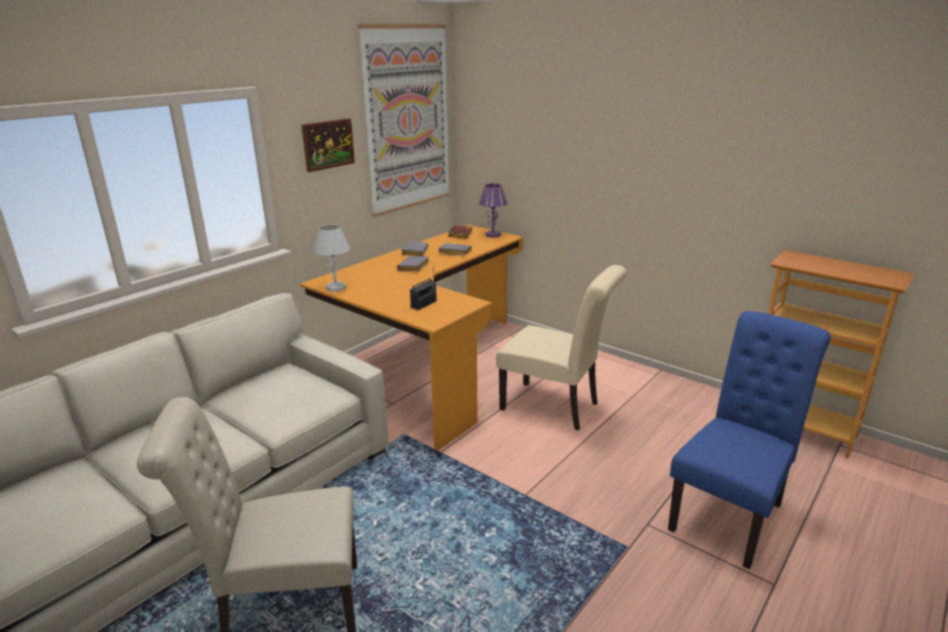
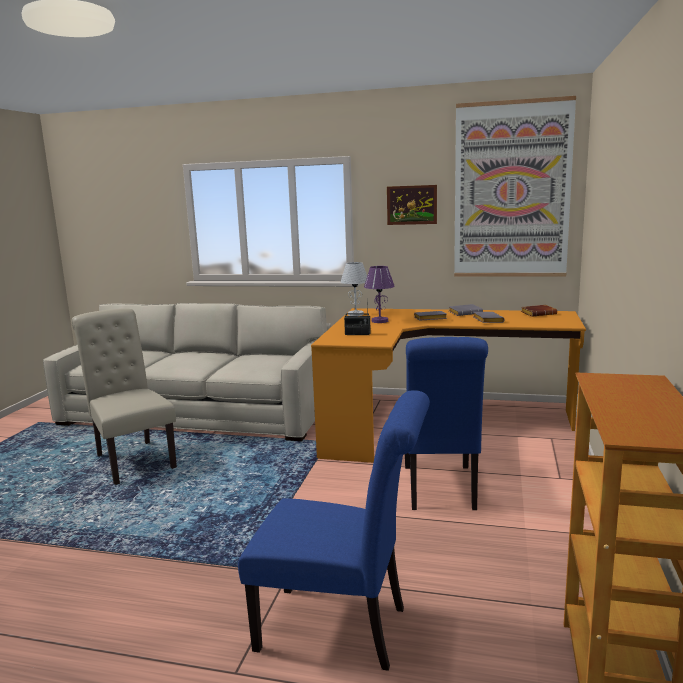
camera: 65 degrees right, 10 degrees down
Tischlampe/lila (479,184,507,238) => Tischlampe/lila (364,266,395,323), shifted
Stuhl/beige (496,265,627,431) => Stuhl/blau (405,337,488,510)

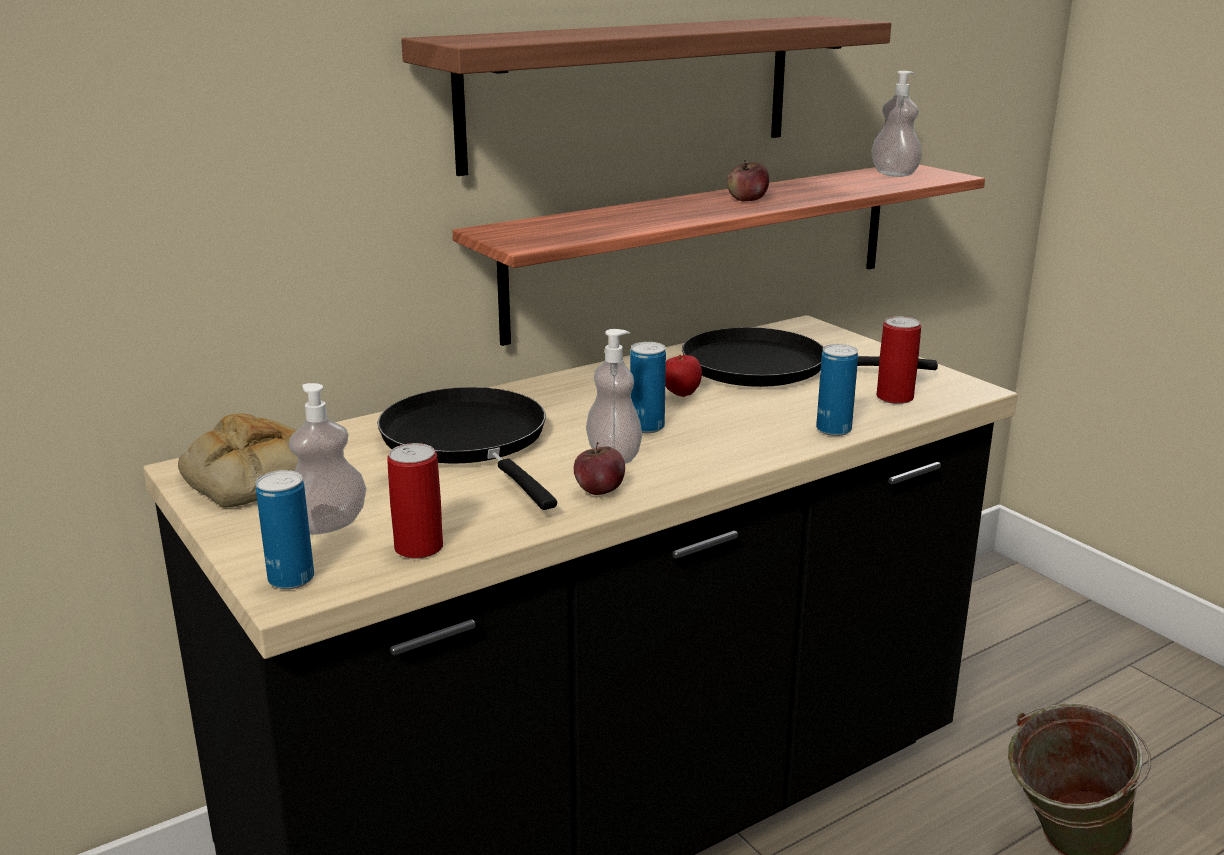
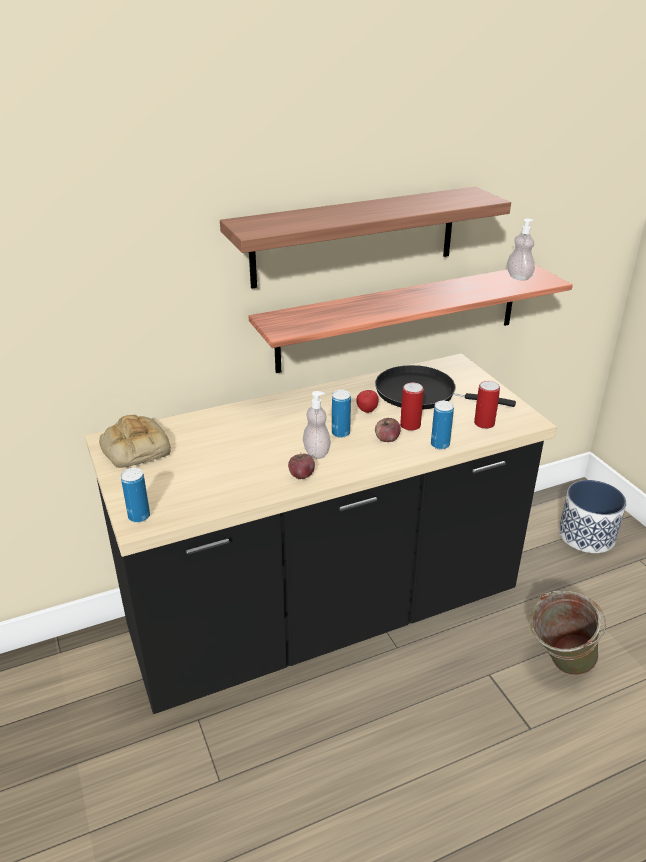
camera: 10 degrees right, 10 degrees up
Seifenspender (289,383,367,535) => nothing
Pfanne/schwarz (377,387,557,510) => nothing
Dose (387,443,443,559) => Dose (400,382,424,431), shifted
Apfel (727,160,769,201) => Apfel (375,418,401,442), shifted
nothing => Pflanzkübel (559,480,626,553)

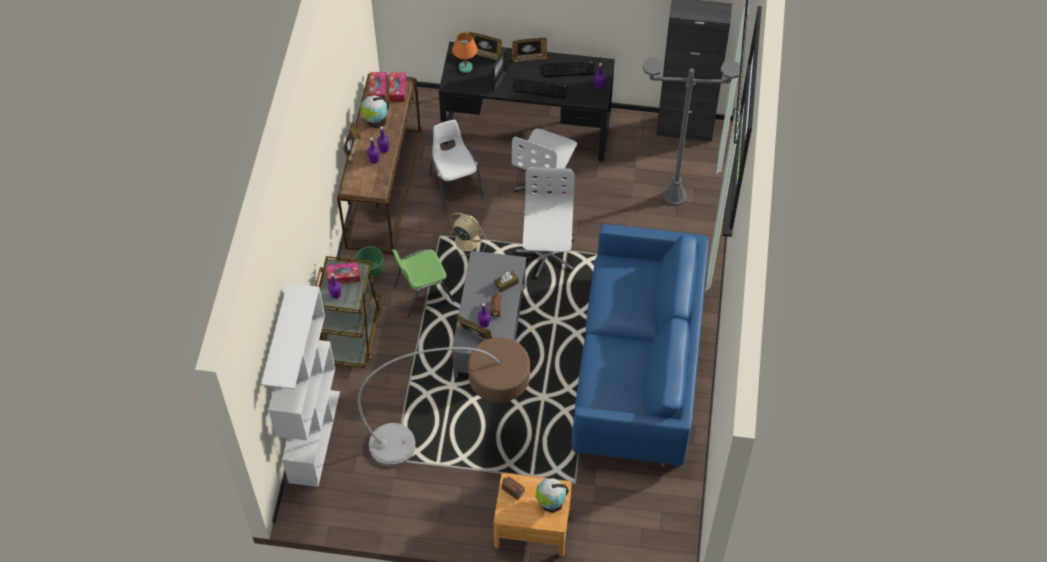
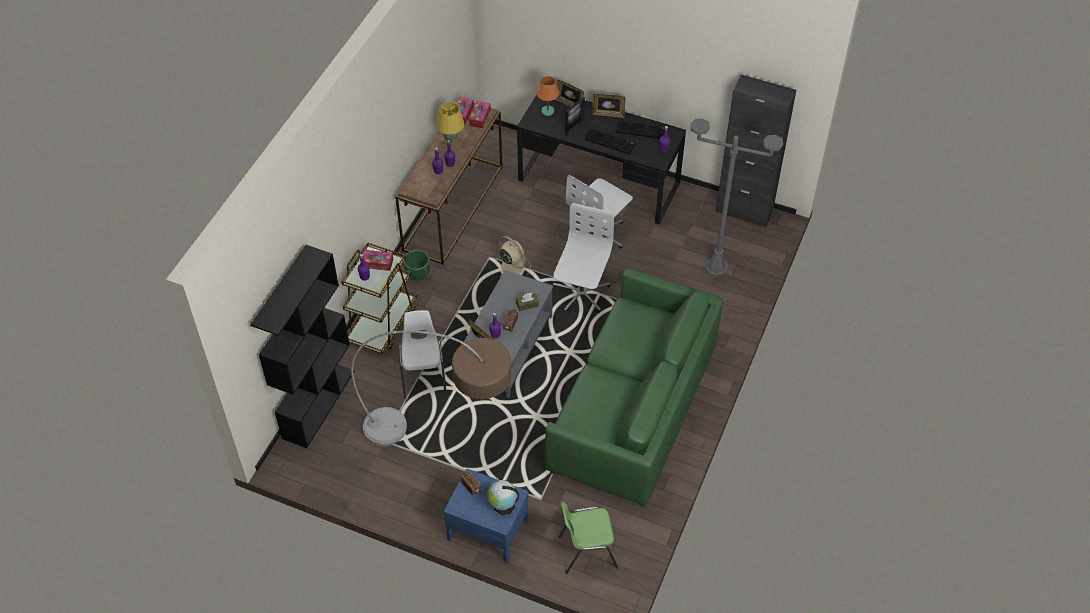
camera: 15 degrees right, 5 degrees down
Bücherregal/weiß (261,283,340,487) => Bücherregal/schwarz (250,245,355,448)
Bilderrahmen (343,122,362,165) => nothing
Globus (360,95,389,129) => Tischlampe/gelb (436,102,464,142)
Stuhl/grün (392,249,455,318) => Stuhl/grün (559,502,618,574), shifted
Stuhl/weiß (429,120,483,210) => Stuhl/weiß (399,310,446,398), shifted
Nachttisch/braun (494,473,572,557) => Nachttisch/blau (444,469,529,563)
Sofa/blau (572,224,708,466) => Sofa/grün (545,268,723,507)

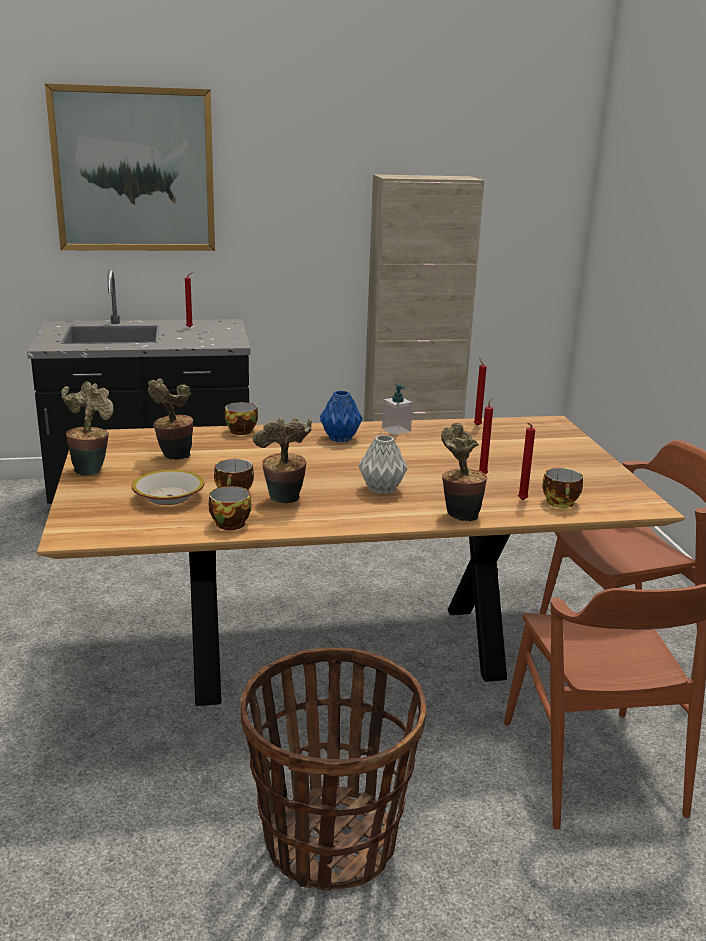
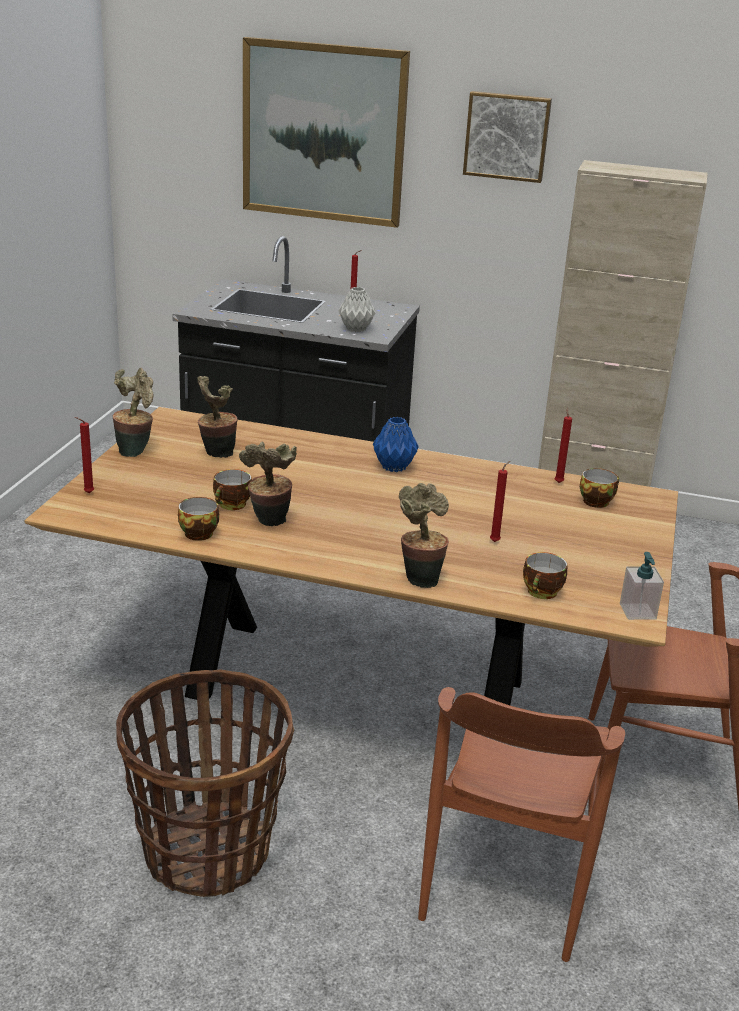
camera: 25 degrees right, 5 degrees up
Schüssel (132,470,205,505) => nothing
Tasse (225,402,258,435) => Tasse (580,468,619,508), shifted
Vase/grau (359,435,408,494) => Vase/grau (338,287,375,332), shifted
Seifenspender (382,383,413,435) => Seifenspender (620,552,664,620), shifted
Kerze/rot (518,423,535,500) => Kerze/rot (75,417,94,493), shifted
nothing => Bild (463,91,552,183)

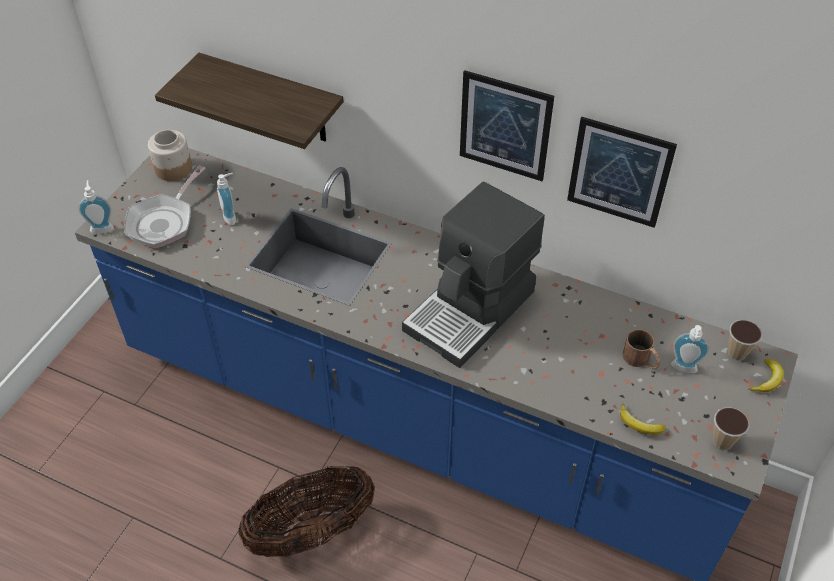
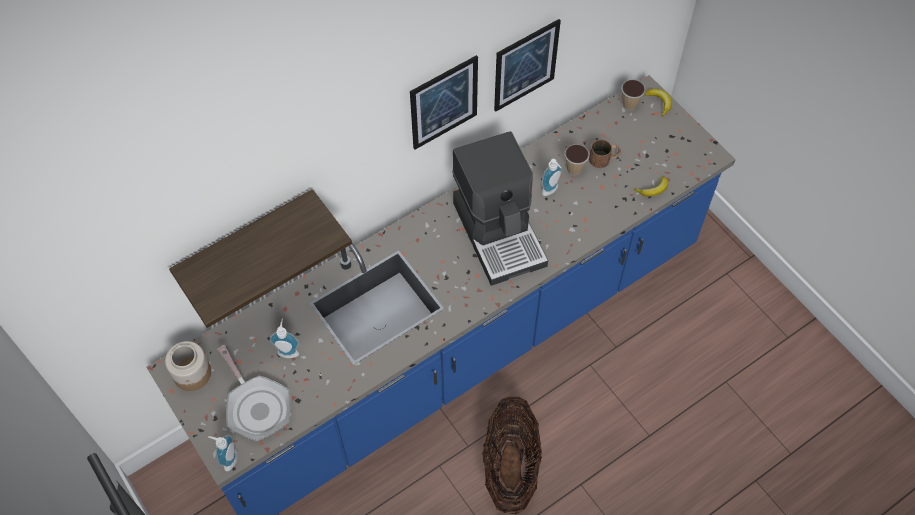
camera: 60 degrees left, 10 degrees up
Seifenspender (671,325,709,373) => Seifenspender (542,159,562,196), shifted
Tasse (713,407,750,450) => Tasse (565,144,589,176), shifted

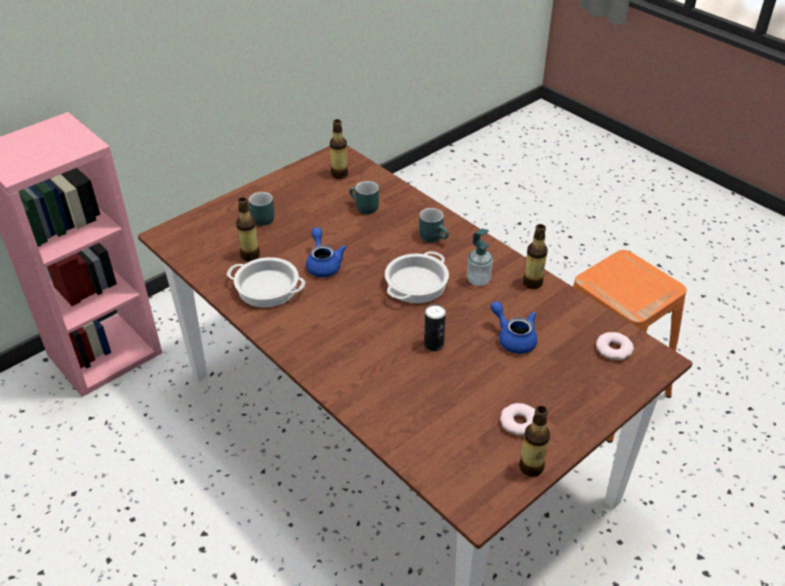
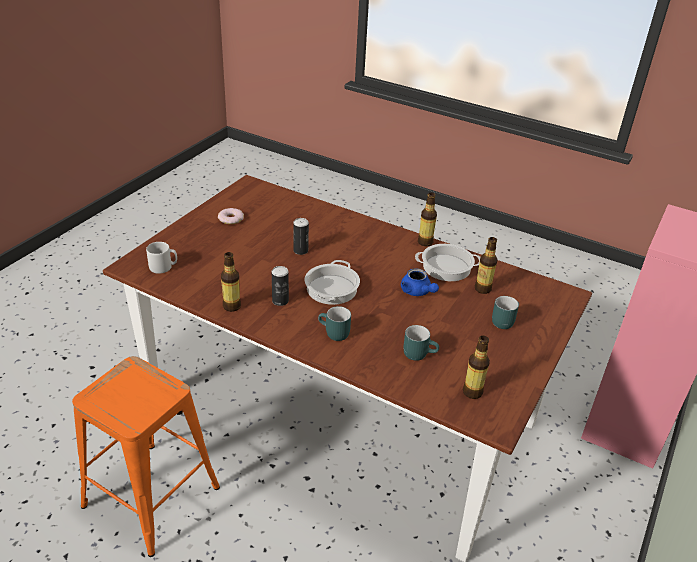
camera: 160 degrees right, 5 degrees down
Seifenspender (467,229,493,286) => Dose (272,266,289,306)
Teekanne/blau (490,301,538,354) => nothing
Flasche (519,406,550,477) => Flasche (418,193,437,246), shifted
Donut (596,332,634,360) => Henkelbecher/grau (146,242,177,274)

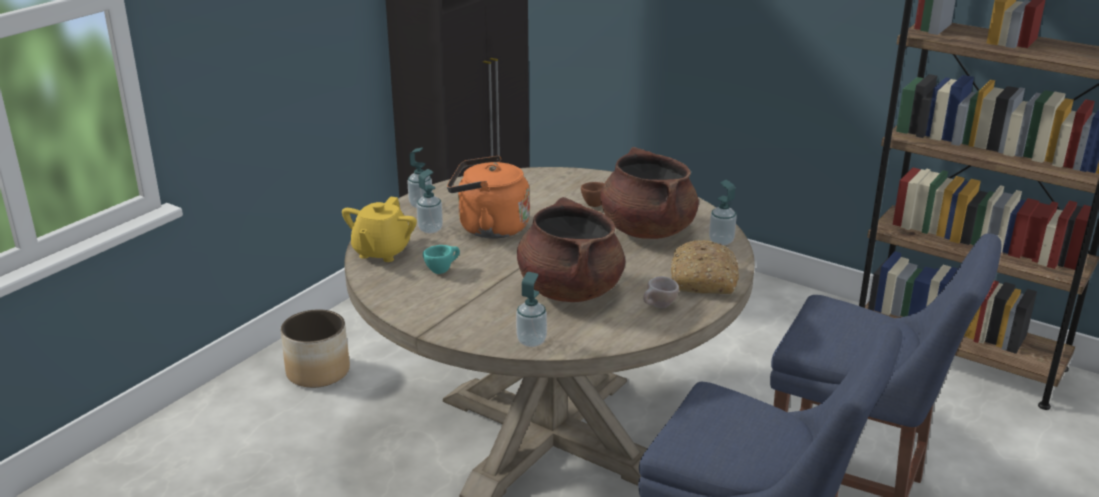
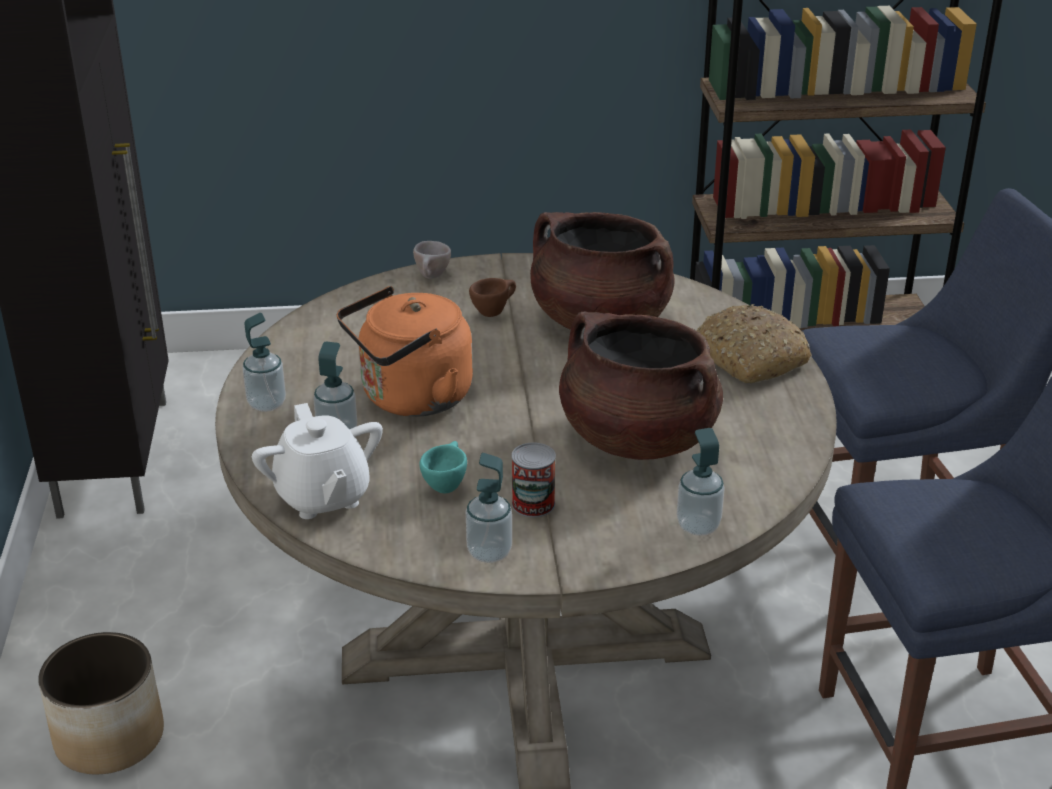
camera: 40 degrees left, 5 degrees up
Teekanne/gelb (342,196,417,262) => Teekanne/weiß (252,403,383,519)
Tasse/beige (643,276,679,308) => Tasse/beige (413,241,451,279), shifted
Seifenspender (709,180,737,245) => Seifenspender (466,453,512,563), shifted
nothing => Dose (511,442,556,518)

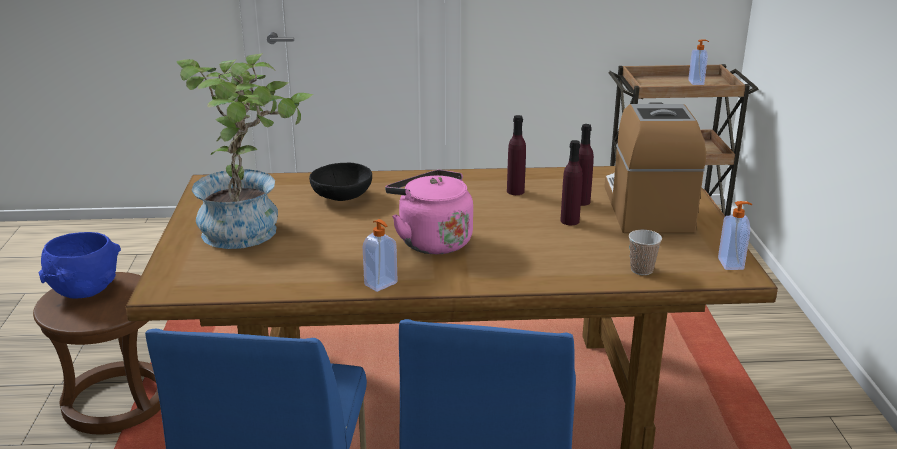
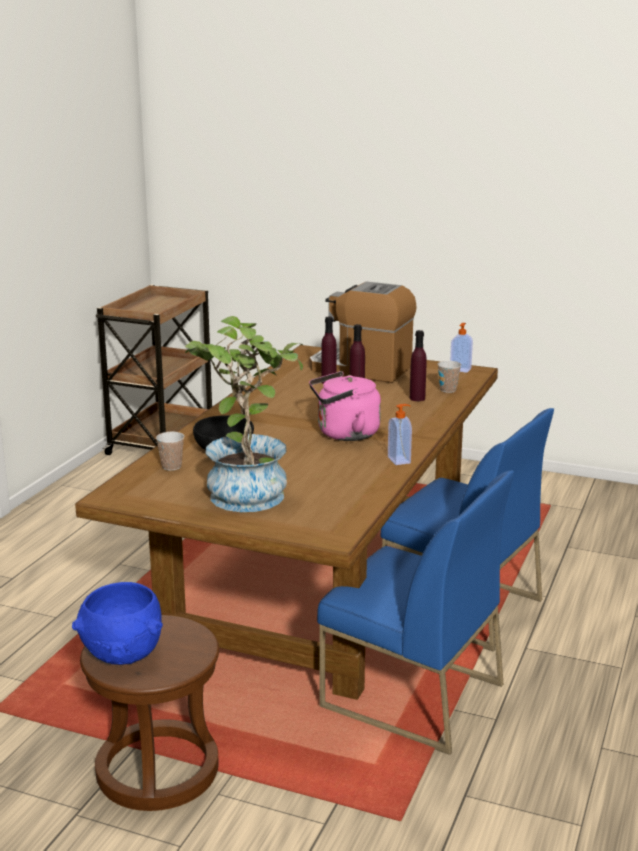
camera: 65 degrees left, 5 degrees down
Flasche/lila (507,115,526,195) => Flasche/lila (410,330,427,401), shifted
Seifenspender (688,39,709,85) => nothing
nothing => Tasse (156,432,184,471)

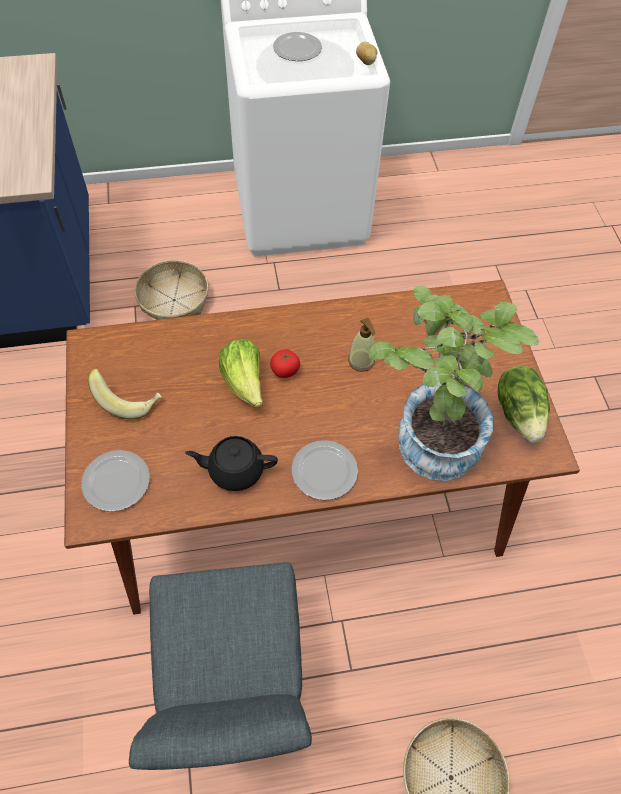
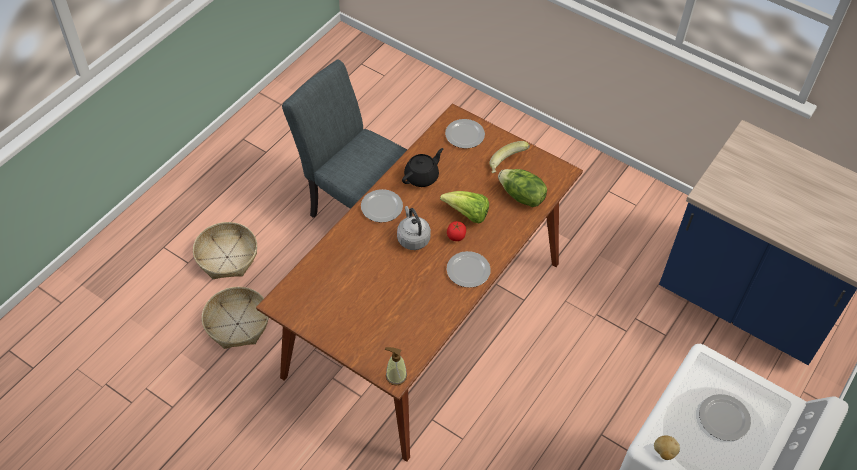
camera: 135 degrees right, 5 degrees down
Korb (134,260,209,320) => Korb (202,287,269,349), shifted
Seifenspender (348,318,375,372) => Seifenspender (385,347,407,385), shifted
Topfpflanze (369,285,539,481) => nothing
Salatkopf (497,366,550,443) => Salatkopf (498,169,547,207), shifted
nothing => Wasserkessel/grau (397,206,431,250)
nothing => Teller (447,251,491,288)

